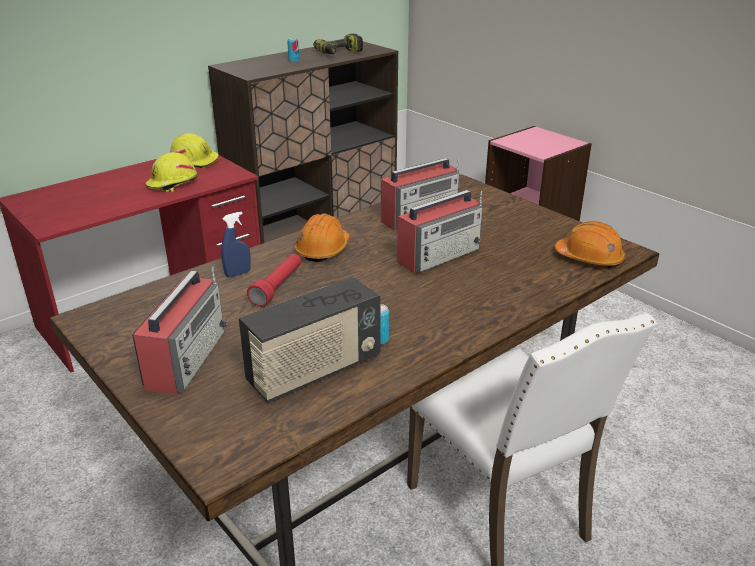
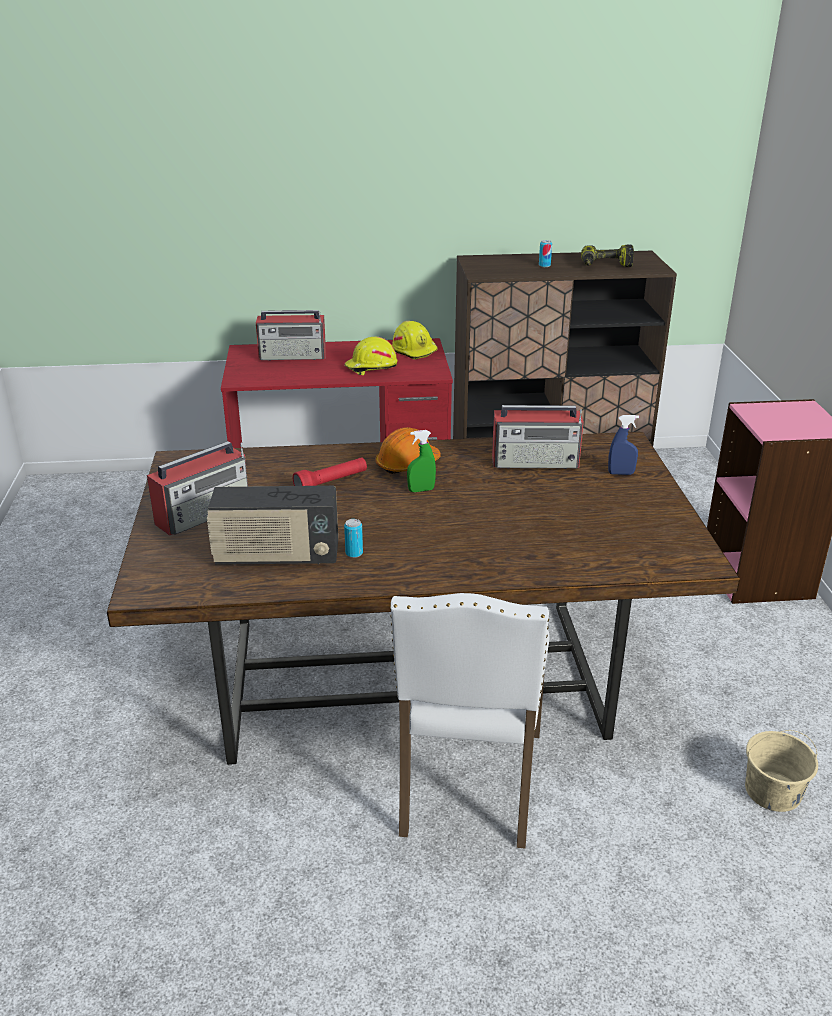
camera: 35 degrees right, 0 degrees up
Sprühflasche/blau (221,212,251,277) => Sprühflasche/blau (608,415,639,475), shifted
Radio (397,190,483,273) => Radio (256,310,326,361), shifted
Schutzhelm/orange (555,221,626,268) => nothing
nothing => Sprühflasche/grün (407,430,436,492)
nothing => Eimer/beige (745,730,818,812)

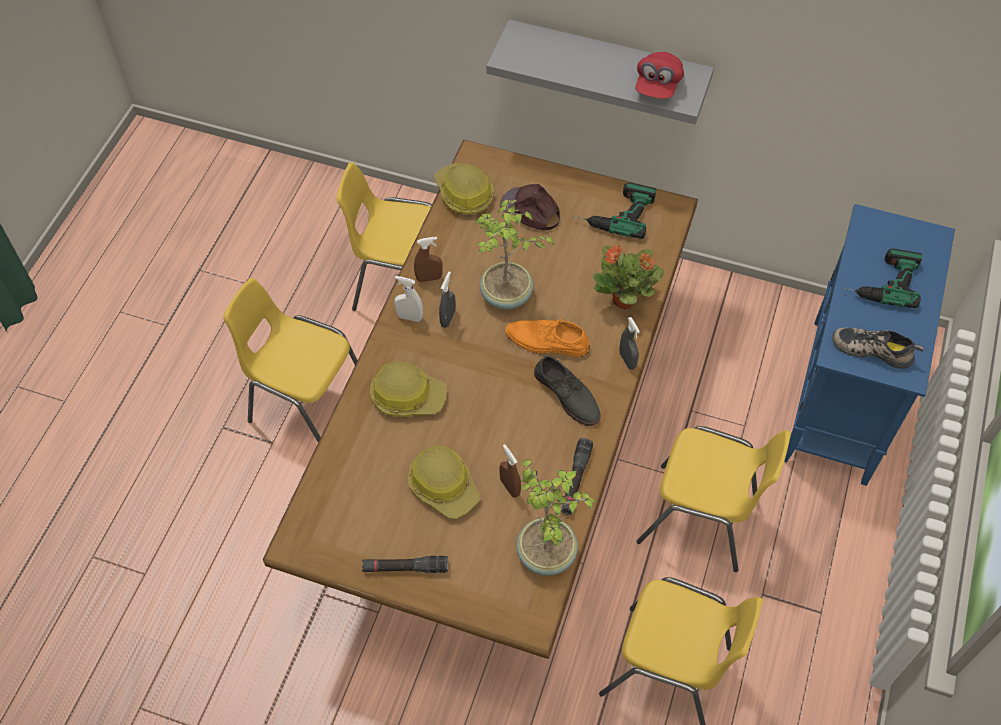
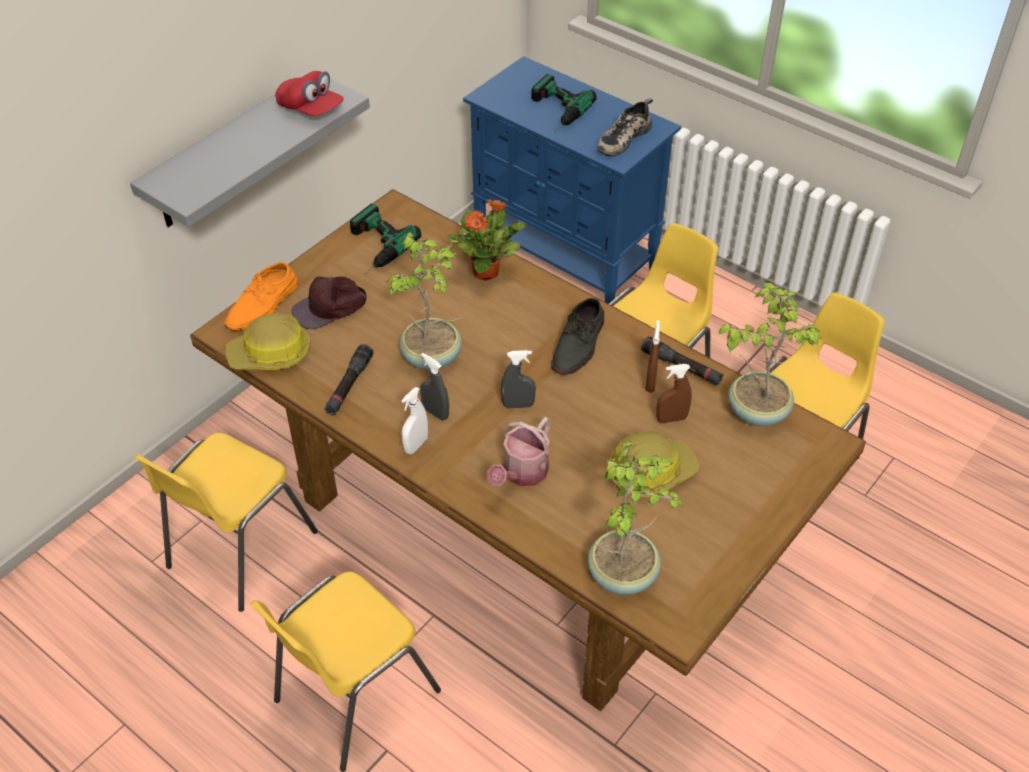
camera: 70 degrees left, 10 degrees down
Taschenlampe/schwarz (362,556,448,573) => Taschenlampe/schwarz (324,344,374,415), shifted
Schutzhelm (370,361,447,417) => Gießkanne (487,417,551,486)
Sprühflasche/braun (414,237,443,282) => Sprühflasche/braun (645,320,660,392), shifted
Schuh/orange (506,317,590,357) => Schuh/orange (225,262,298,331), shifted
Schuh/grau (534,356,601,426) => Schuh/grau (551,298,604,375), 135 degrees clockwise
Sprühflasche/grau (619,317,640,370) => Sprühflasche/grau (501,350,536,408), shifted
nothing => Topfpflanze (588,441,684,595)

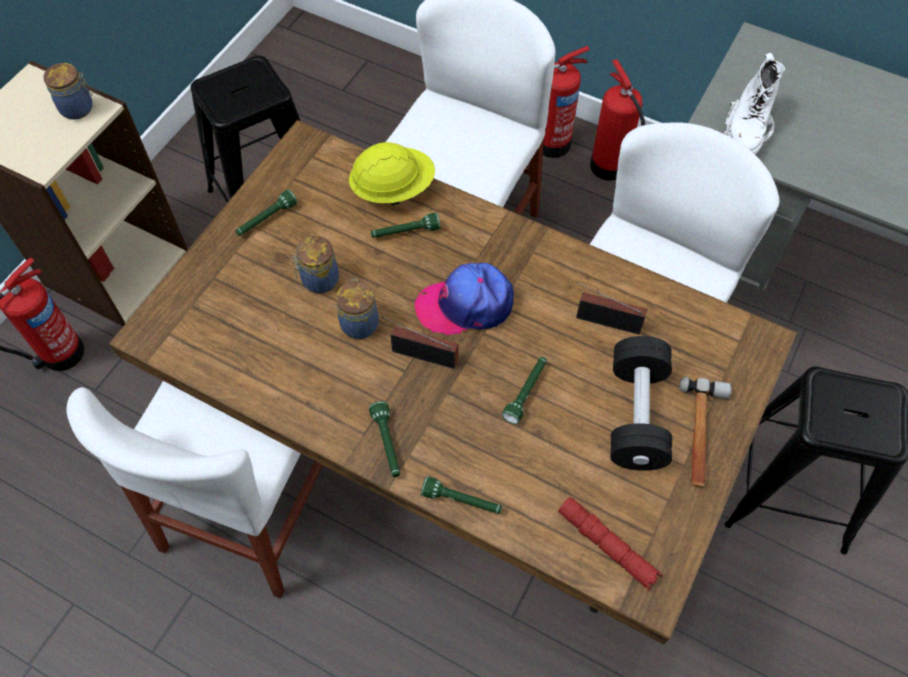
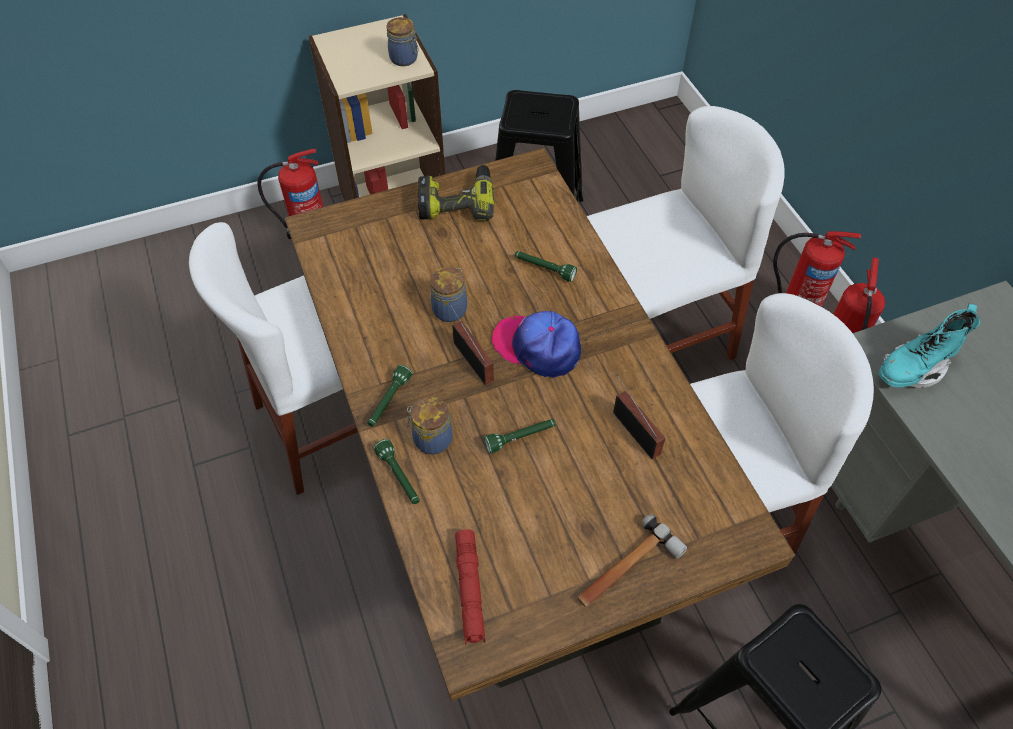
camera: 40 degrees right, 5 degrees down
Taschenlampe/grün (236,190,298,236) => Bohrmaschine (418,165,495,221)
Vorratsglas (292,236,339,293) => Vorratsglas (407,397,452,455), shifted
Schutzhelm/gelb (349,142,435,206) => nothing
Hantel/schwarz (610,336,672,471) => nothing
Stiefel/weiß (723,53,785,154) => Stiefel/türkis (879,303,980,388)

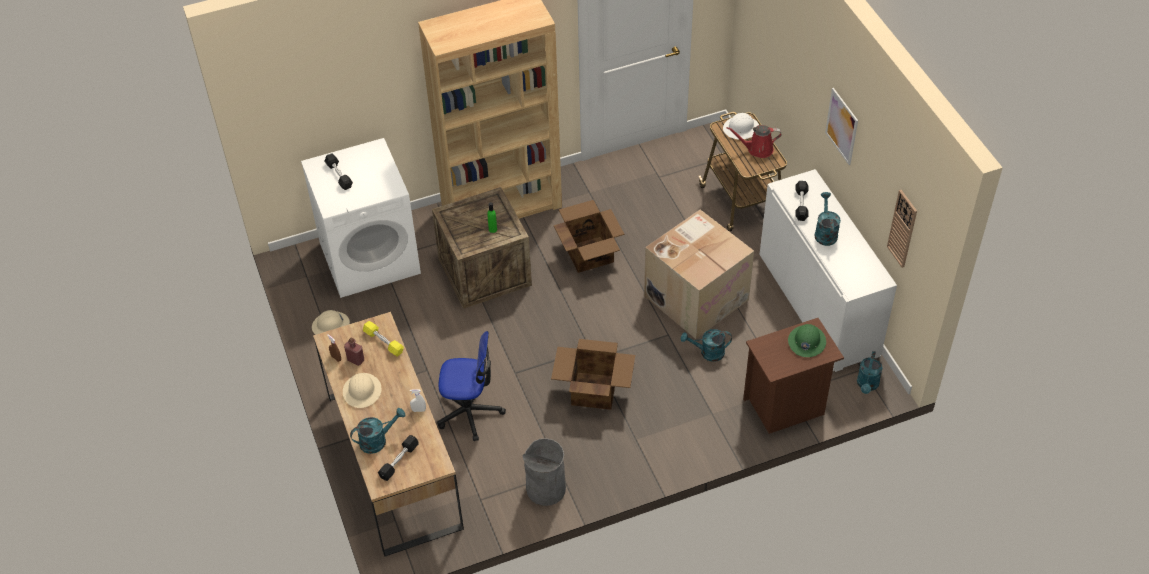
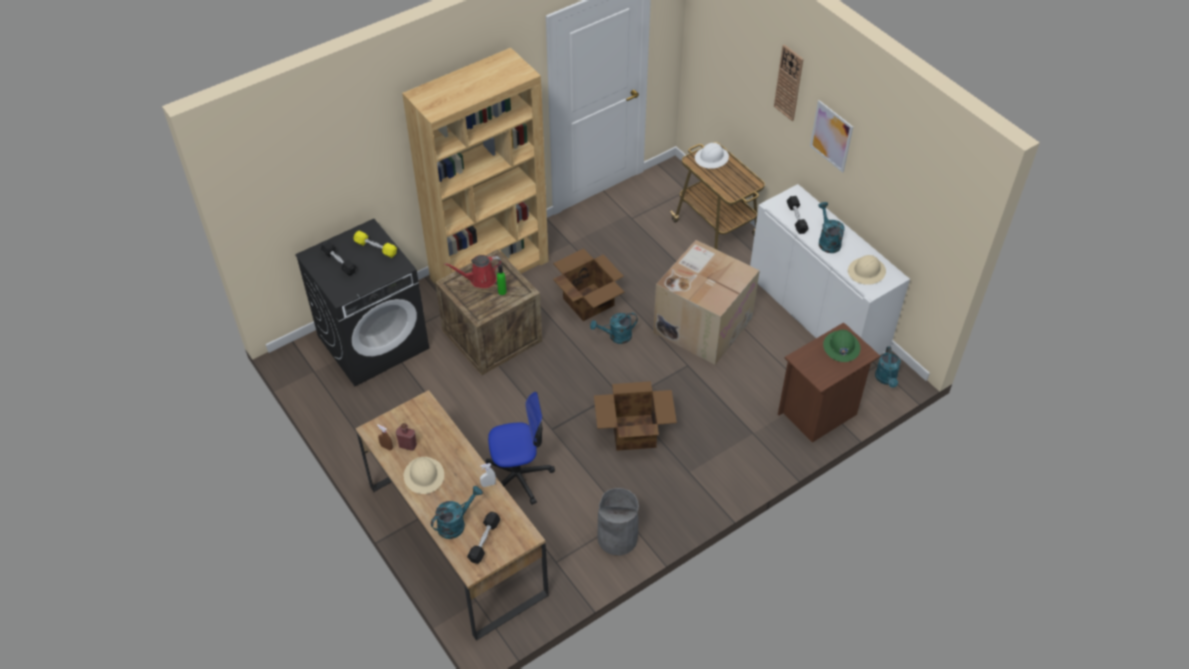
camera: 15 degrees left, 0 degrees up
Waschmaschine/weiß (301,138,421,298) => Waschmaschine/schwarz (295,219,429,386)
Schutzhelm/beige (312,310,350,335) => Schutzhelm/beige (848,255,886,285), shifted
Hantel/gelb (363,321,404,357) => Hantel/gelb (353,231,397,258), shifted
Gießkanne/türkis (681,329,732,362) => Gießkanne/türkis (590,313,638,344), shifted
Gießkanne/rot (727,125,782,158) => Gießkanne/rot (444,255,501,288), shifted
Wanduhr (887,190,917,268) => Wanduhr (774,44,804,121), shifted

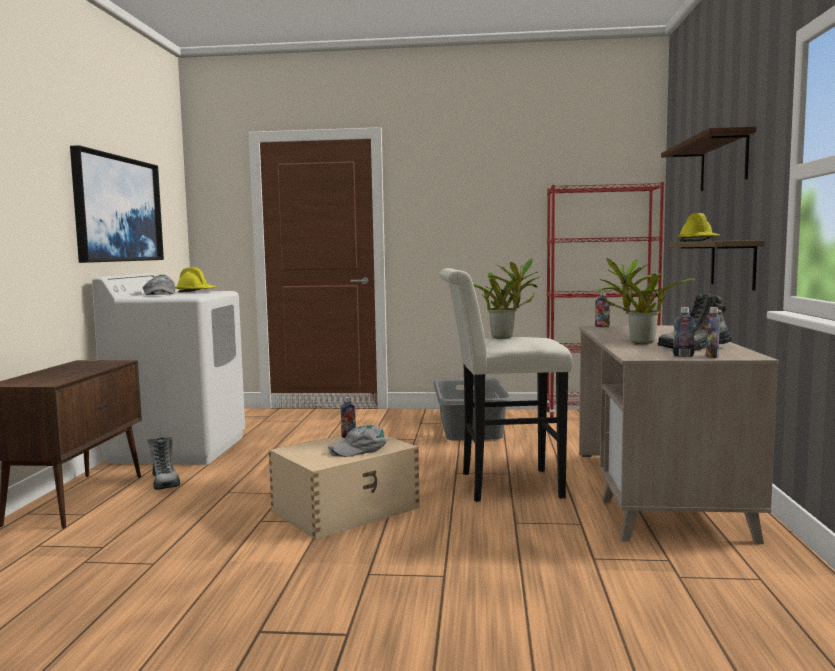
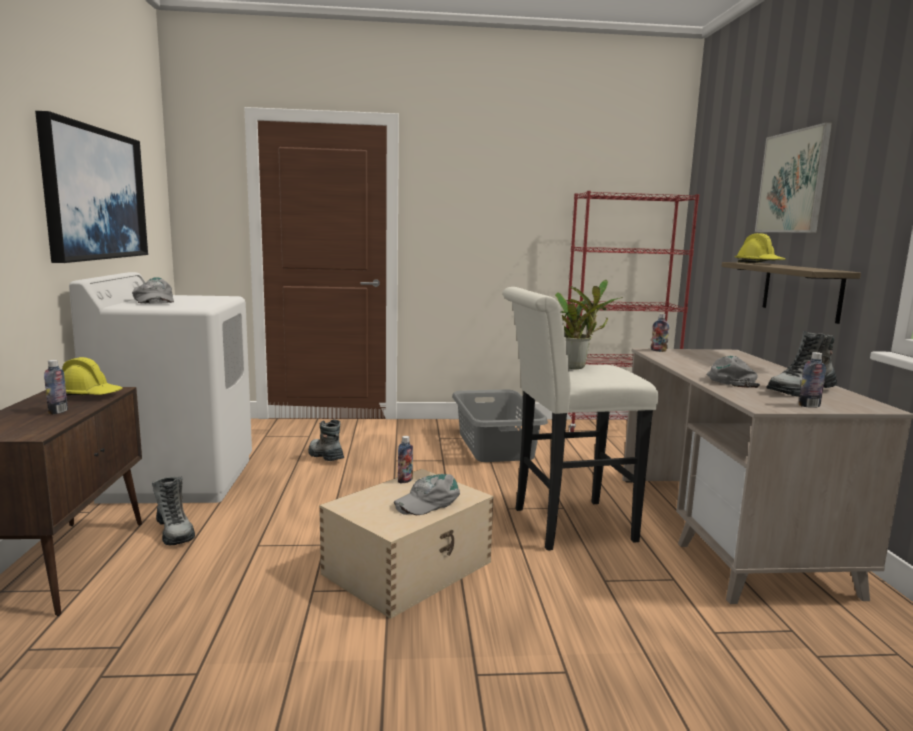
camera: 10 degrees left, 5 degrees up
Schutzhelm/gelb (175,267,217,293) => Schutzhelm/gelb (62,357,123,395), shifted
Topfpflanze (596,258,695,344) => Kappe/grau (706,356,760,388)
Wandregal (661,126,757,191) => Bild (755,122,832,233)
Flasche (706,307,720,358) => Flasche (44,360,68,414), shifted
nothing => Stiefel (308,419,344,461)

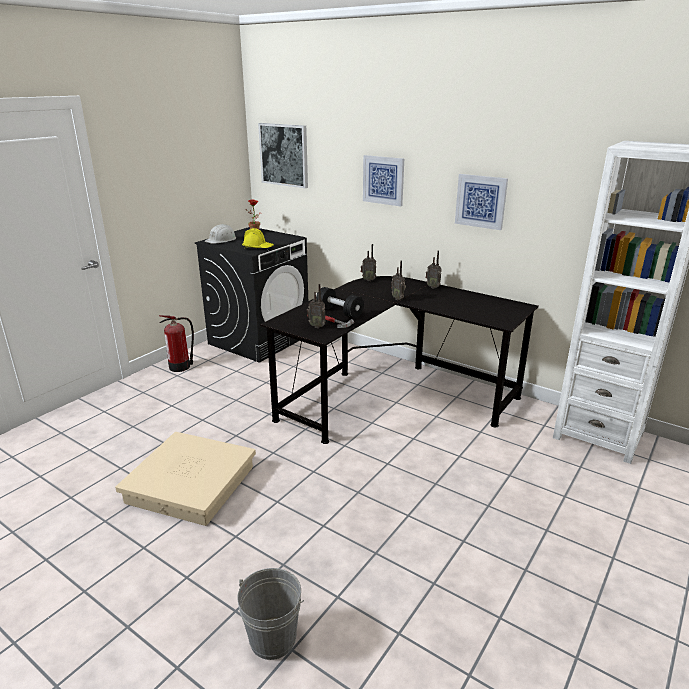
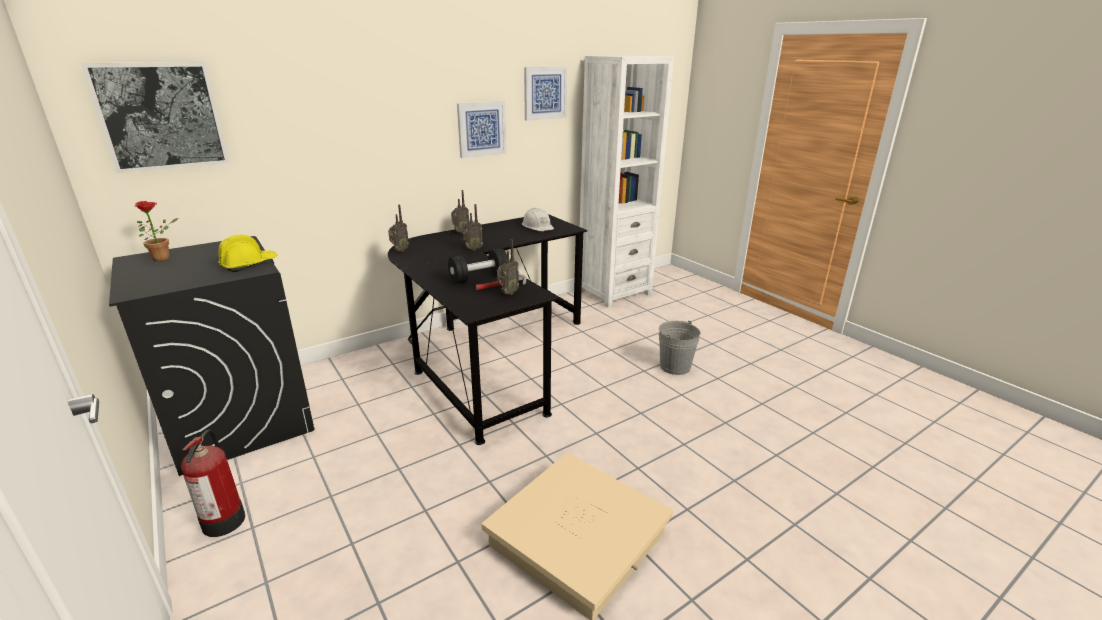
camera: 70 degrees left, 0 degrees up
Schutzhelm/weiß (205,224,236,244) => Schutzhelm/weiß (522,208,554,231), shifted
Eimer/grau (237,568,304,660) => Eimer/grau (659,321,700,375), shifted
Bild (363,155,404,206) => Bild (524,67,567,121), shifted

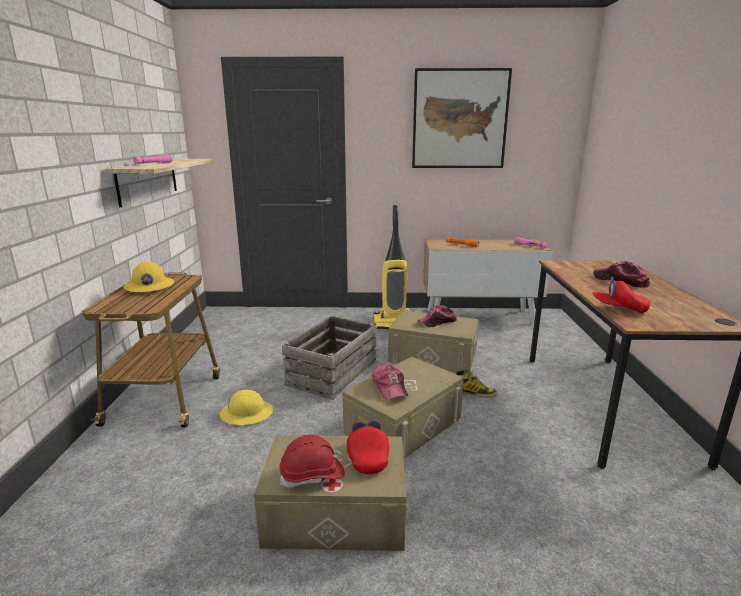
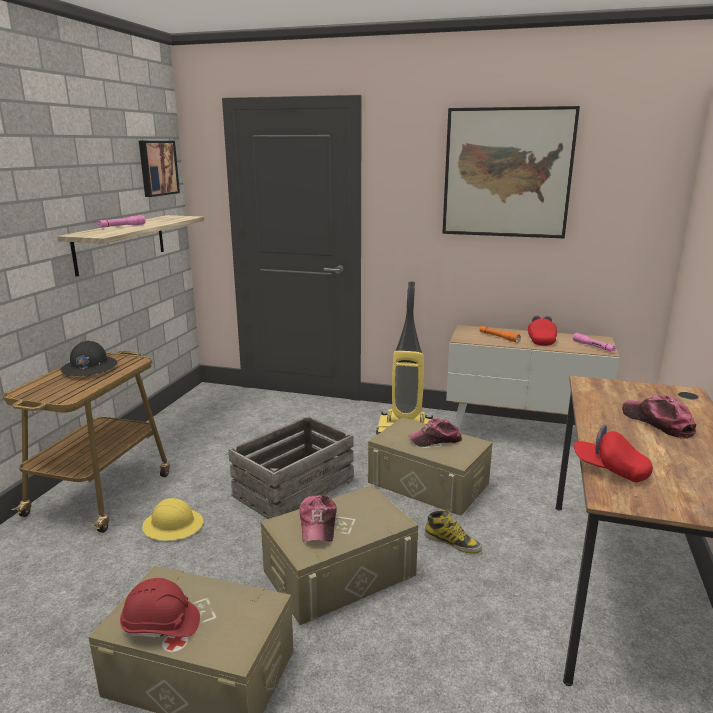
camera: 15 degrees right, 0 degrees up
Schutzhelm/gelb (123,262,174,292) => Schutzhelm/schwarz (60,341,117,376)
Kappe/rot (347,420,389,474) => Kappe/rot (528,315,557,346), shifted
nothing => Bild (139,141,180,197)

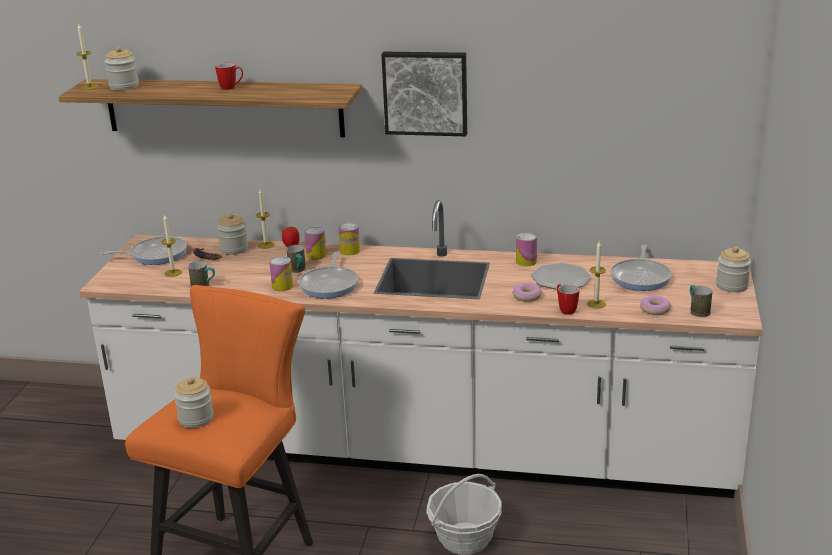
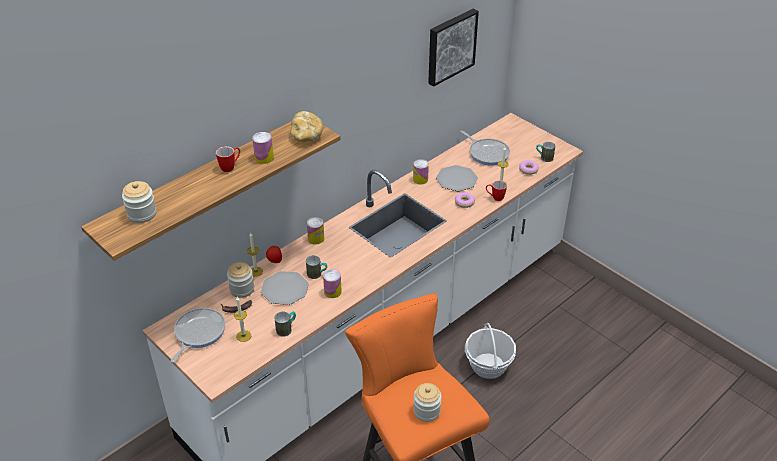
camera: 55 degrees left, 15 degrees up
Kerze (76,24,99,90) => nothing
Pfanne (299,252,358,299) => nothing
Dose (304,227,326,260) => Dose (252,132,274,164), shifted
Bild (381,52,467,136) => Bild (428,9,479,87), shifted
Vorratsglas (716,247,751,293) => nothing
nothing => Teller (261,271,309,305)
nothing => Brot (290,111,323,142)

